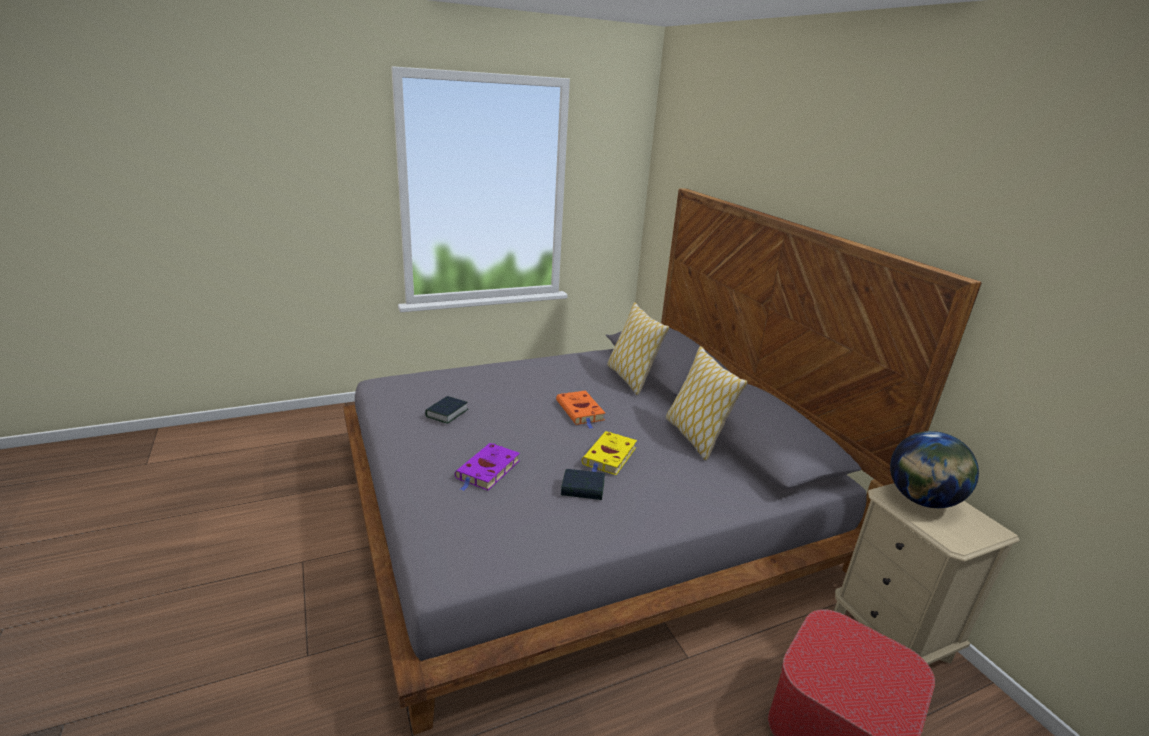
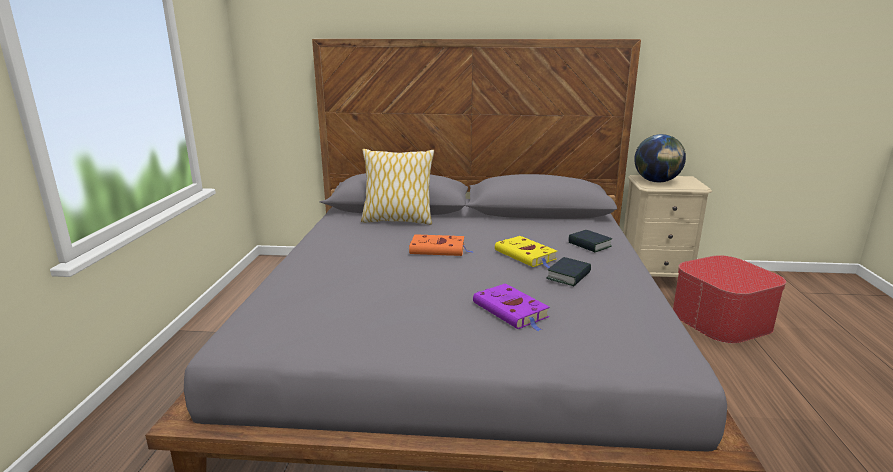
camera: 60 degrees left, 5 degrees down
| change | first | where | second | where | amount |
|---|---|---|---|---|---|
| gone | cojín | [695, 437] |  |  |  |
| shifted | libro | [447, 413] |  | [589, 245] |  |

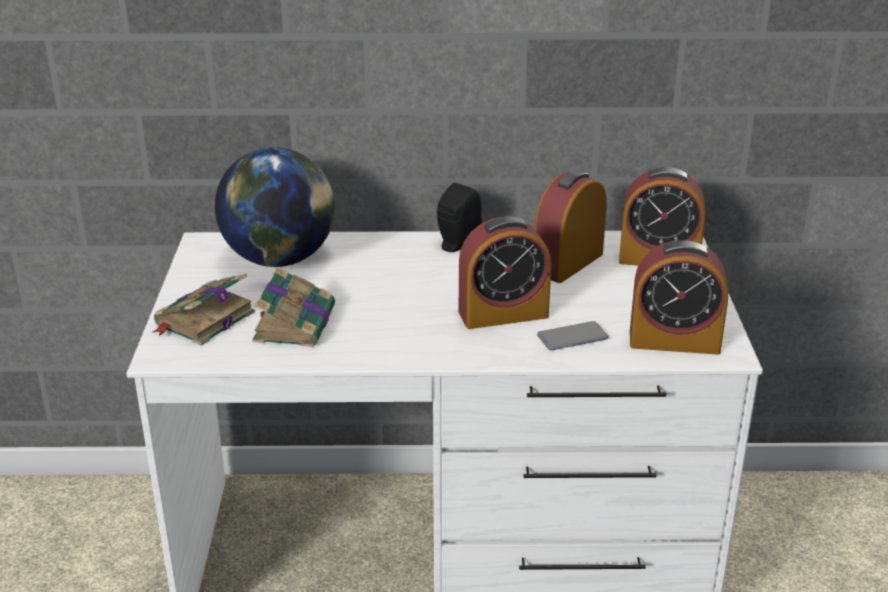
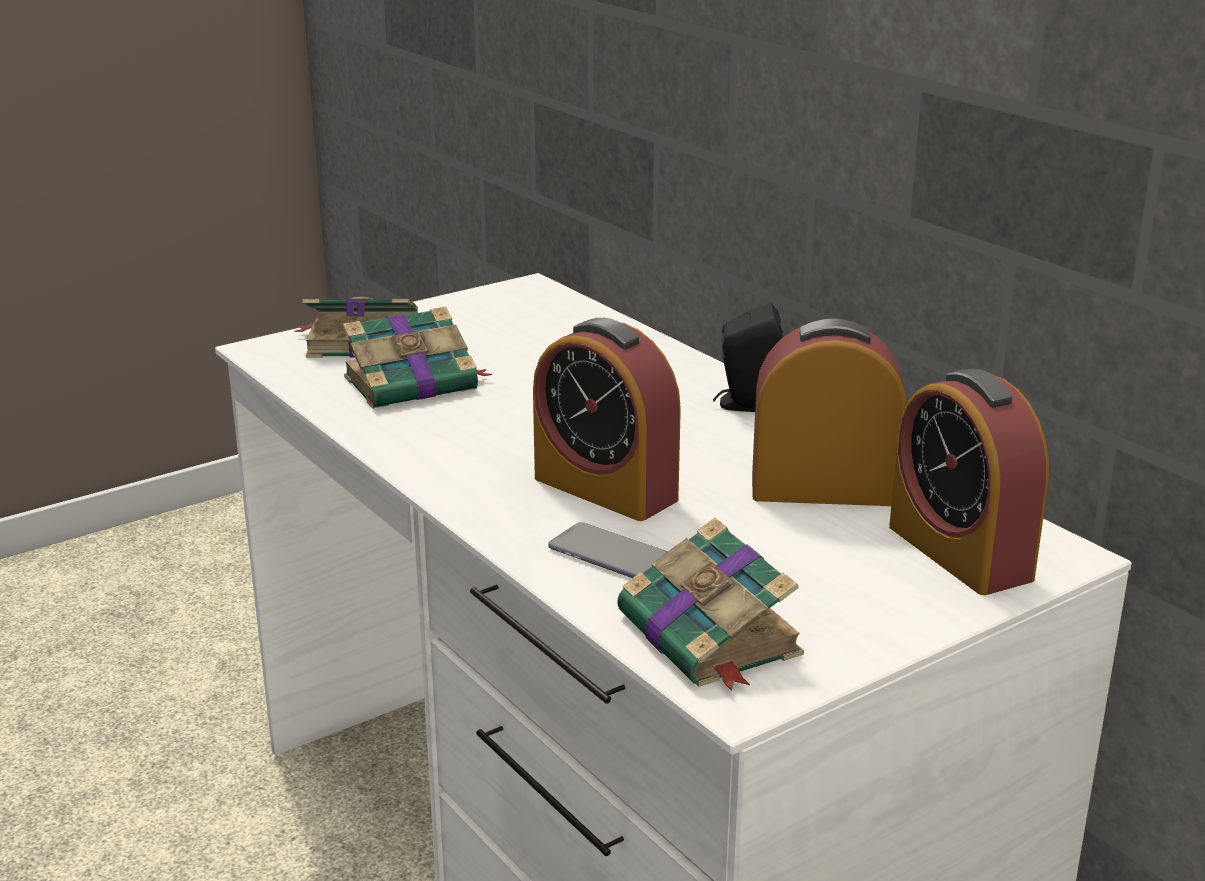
camera: 55 degrees right, 5 degrees down
| change | first | where | second | where | amount |
|---|---|---|---|---|---|
| gone | globo terráqueo | [280, 260] |  |  |  |
| swapped | despertador | [674, 341] | libro | [711, 636] |  |

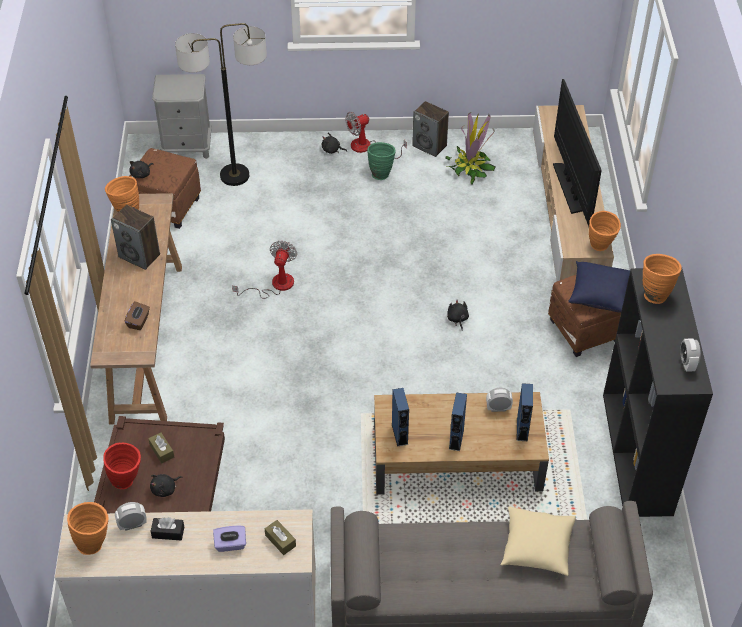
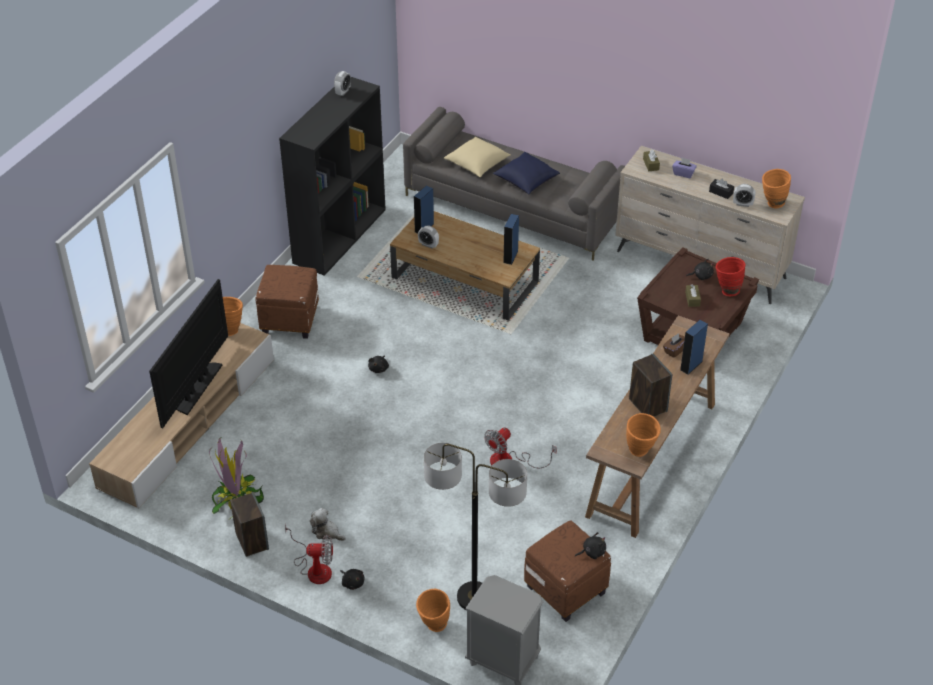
camera: 150 degrees left, 5 degrees down
| change | first | where | second | where | amount |
|---|---|---|---|---|---|
| swapped | florero (verde) | [380, 173] | peluche | [326, 532] |  |
| shifted | florero (naranja) | [654, 293] |  | [433, 627] |  |
| shifted | cojín (azul) | [600, 295] |  | [526, 181] |  |
| shifted | altavoz (azul) | [456, 439] |  | [691, 365] |  |

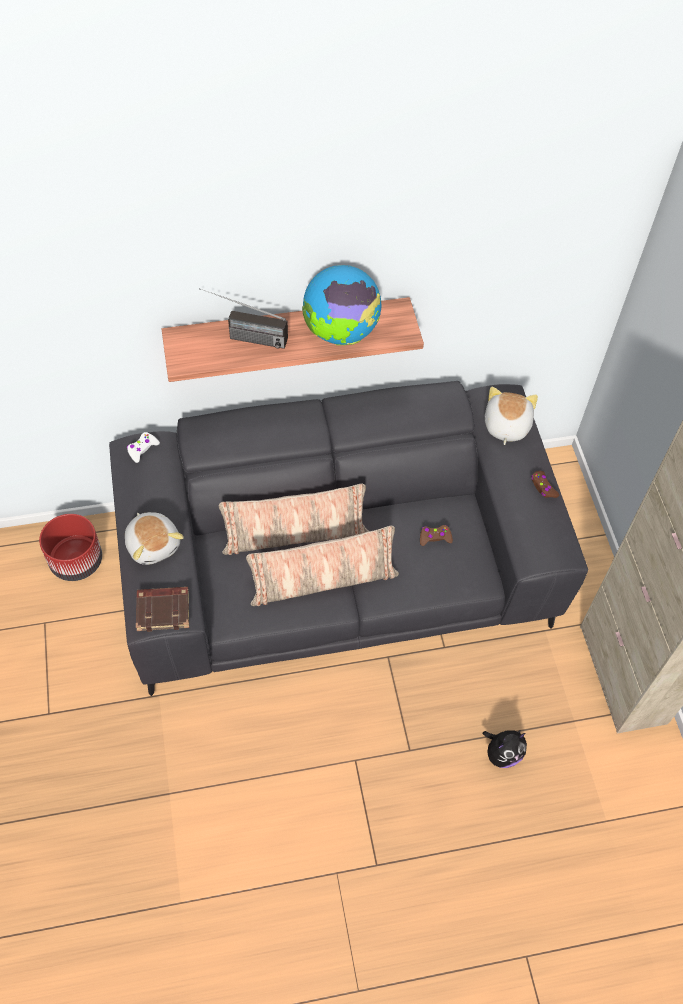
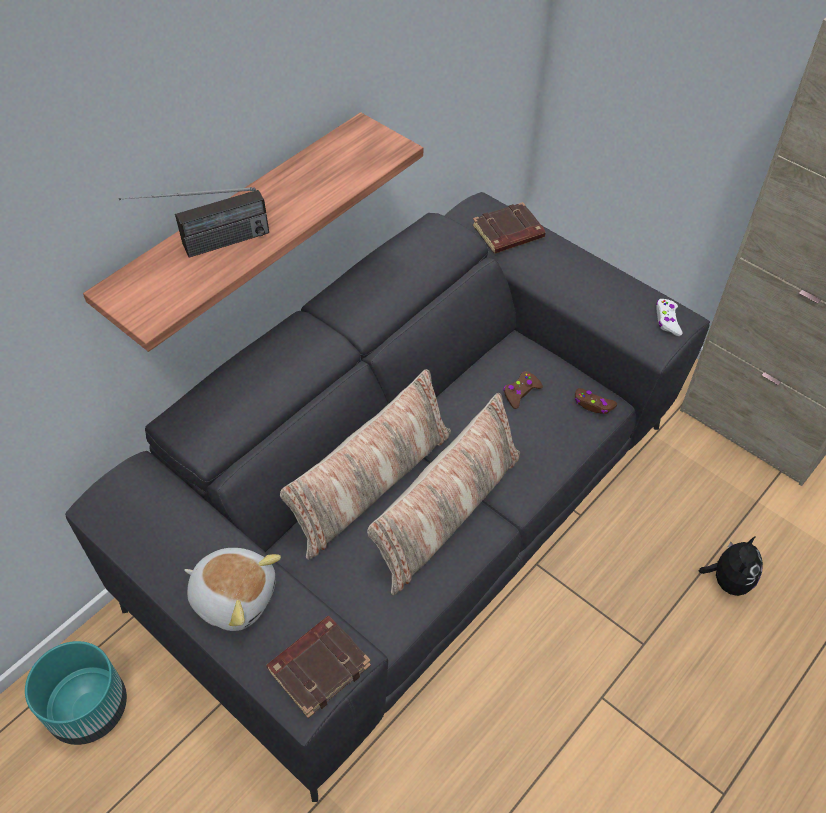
camera: 35 degrees left, 5 degrees down
| change | first | where | second | where | amount |
|---|---|---|---|---|---|
| gone | globo terráqueo | [341, 332] |  |  |  |
| swapped | peluche | [505, 426] | libro (marrón) | [508, 233] |  |
| shifted | mando de consola (blanco) | [142, 449] |  | [667, 320] |  |
| shifted | mando de consola (marrón) | [543, 487] |  | [593, 404] |  |
| repainted | maceta (rojo) | [76, 561] | maceta (turquesa) | [88, 708] |  |

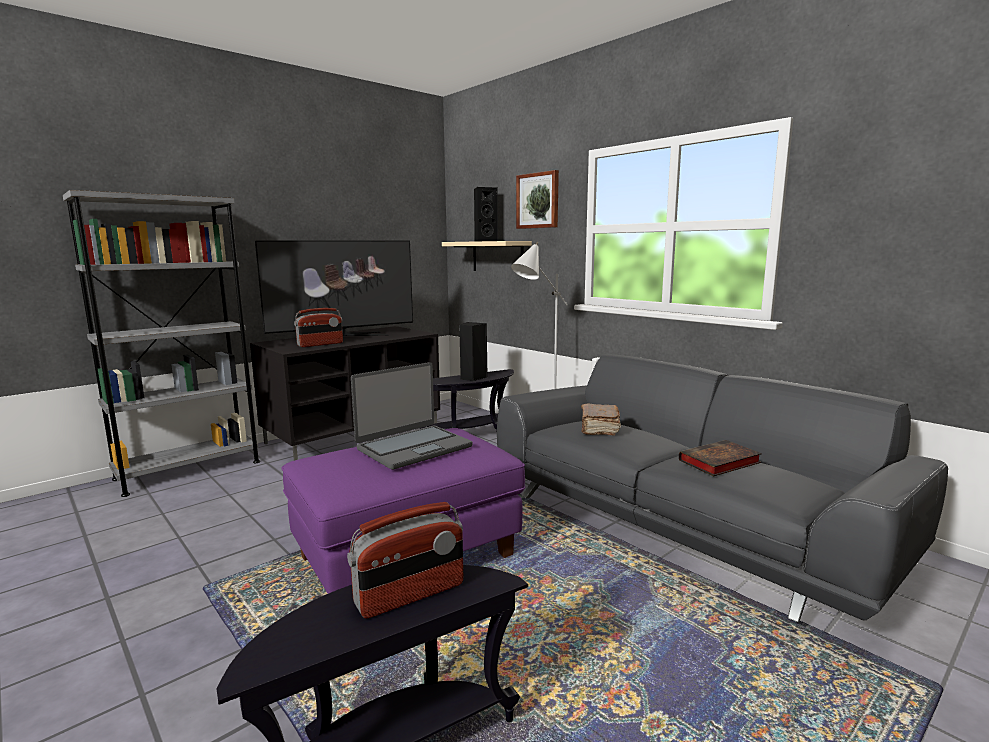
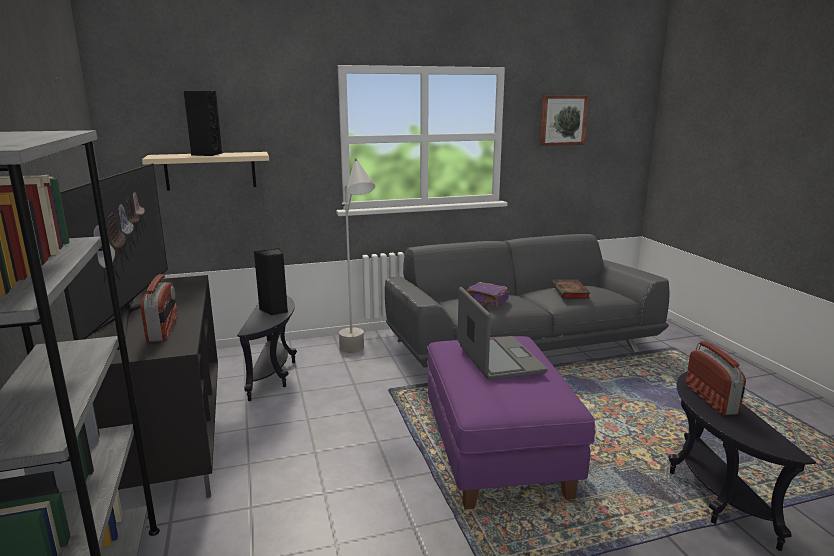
camera: 65 degrees left, 5 degrees up
| change | first | where | second | where | amount |
|---|---|---|---|---|---|
| shifted | cuadro | [538, 200] |  | [562, 120] |  |
| repainted | libro (marrón) | [599, 428] | libro (morado) | [487, 301] |  |

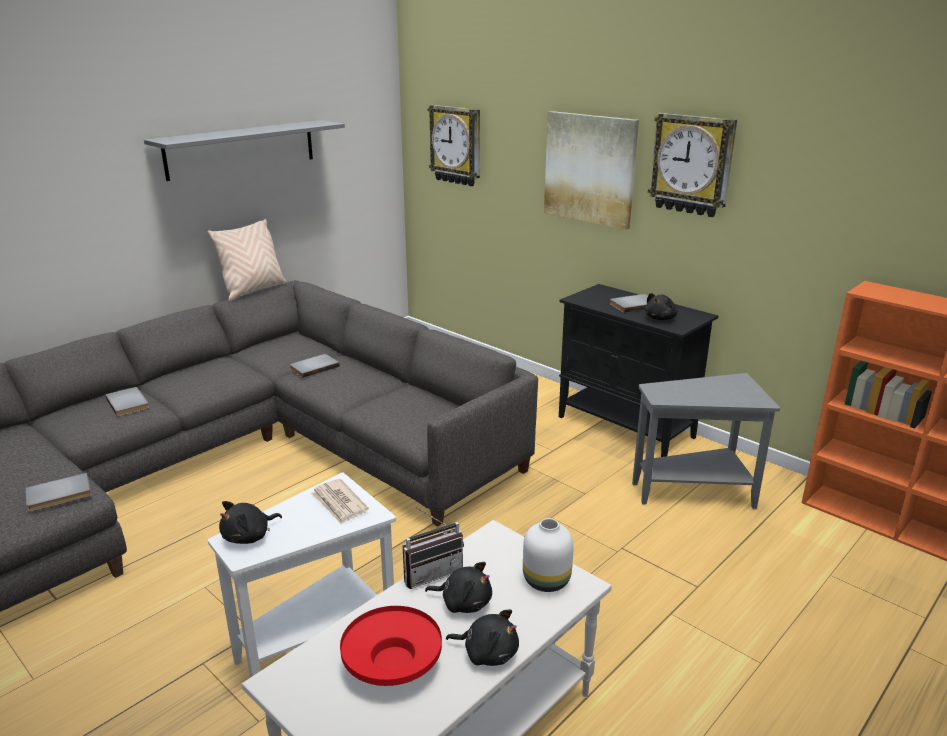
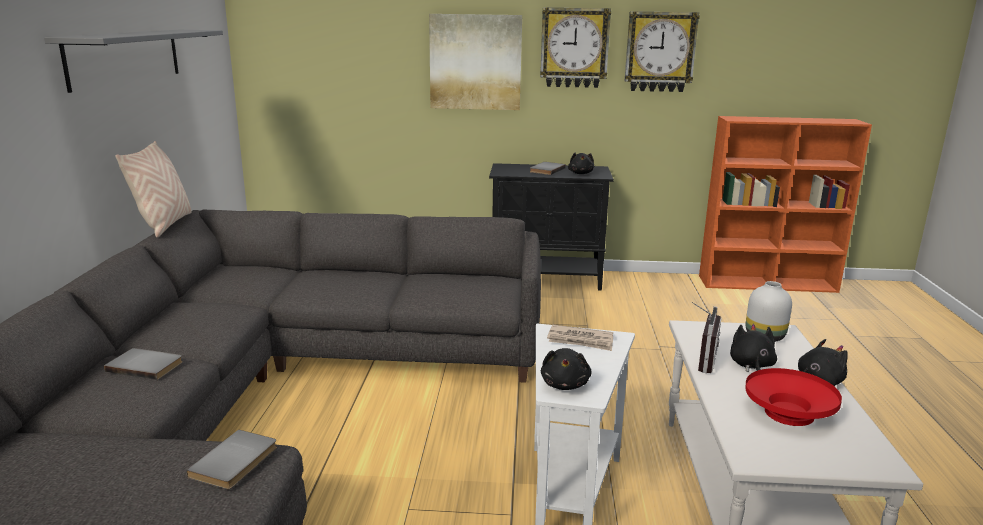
camera: 40 degrees left, 5 degrees down
| change | first | where | second | where | amount |
|---|---|---|---|---|---|
| shifted | reloj de pared | [456, 145] |  | [660, 52] |  |
| gone | libro (gris) | [313, 367] |  |  |  |
| gone | mesa auxiliar (gris) | [696, 491] |  |  |  |
| rotated | peluche (negro) | [463, 602] |  | [751, 366] | 60 degrees counterclockwise |

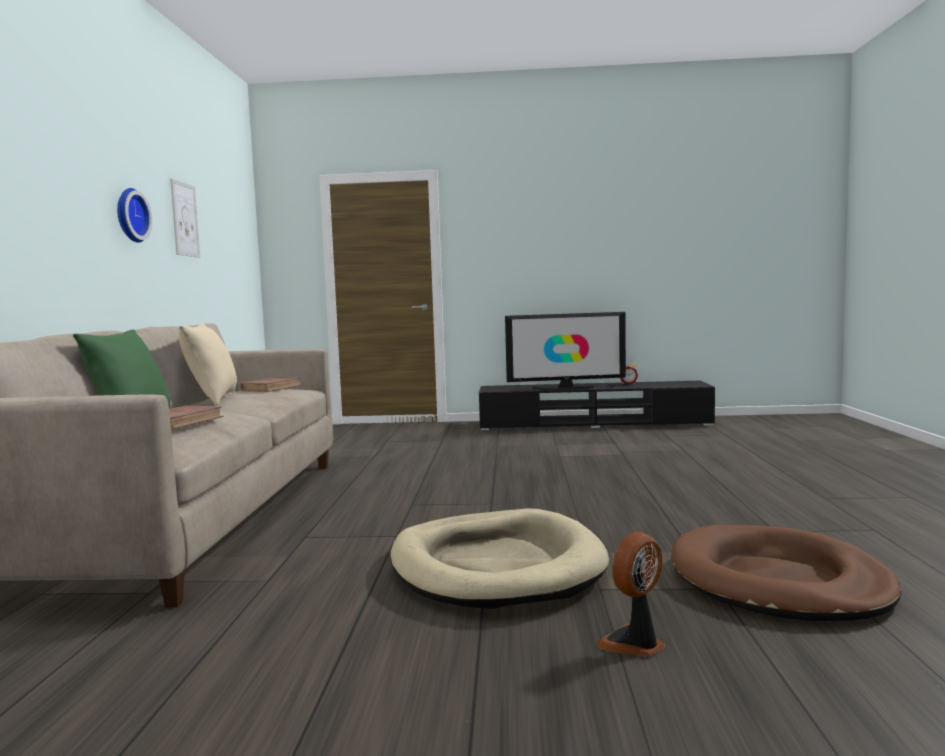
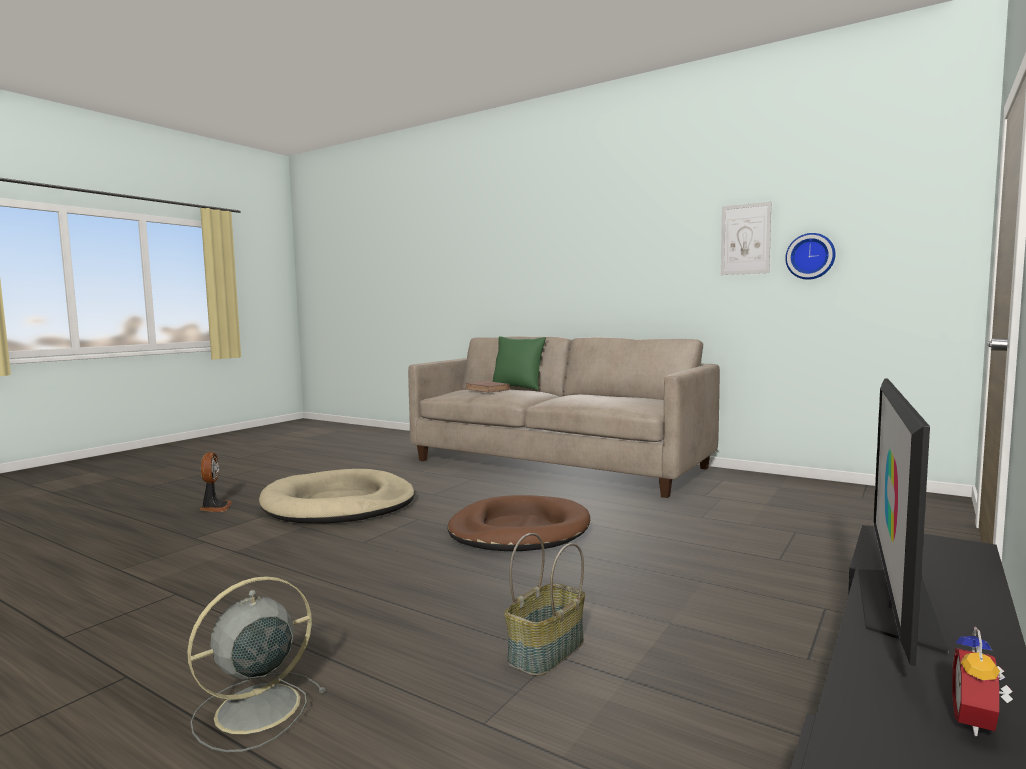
camera: 120 degrees right, 0 degrees up
| change | first | where | second | where | amount |
|---|---|---|---|---|---|
| shifted | reloj de pared | [129, 215] |  | [810, 256] |  |
| gone | cojín (beis) | [212, 399] |  |  |  |
| gone | libro (marrón) | [272, 388] |  |  |  |
| shifted | cama para perro (marrón) | [777, 581] |  | [519, 530] |  |
| new |  |  | cesta | [547, 652] |  |
| new |  |  | ventilador (gris) | [254, 710] |  |

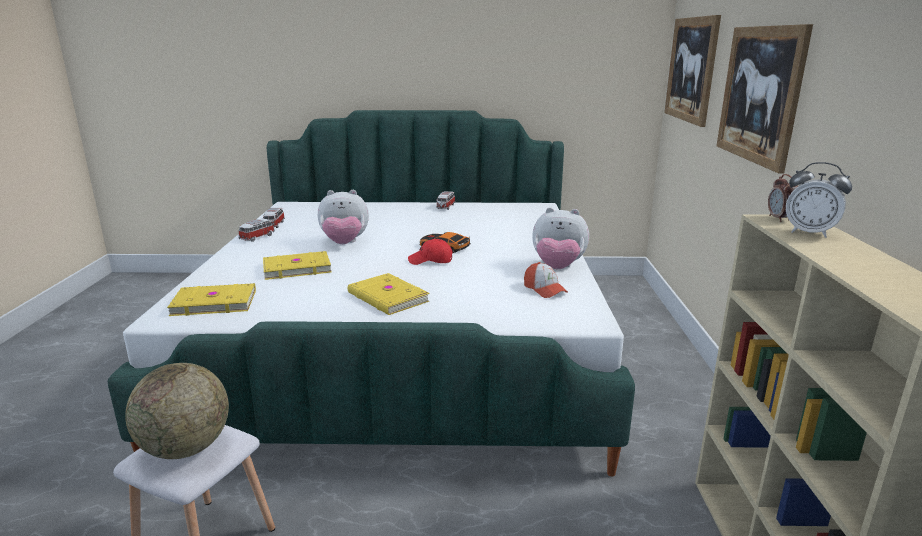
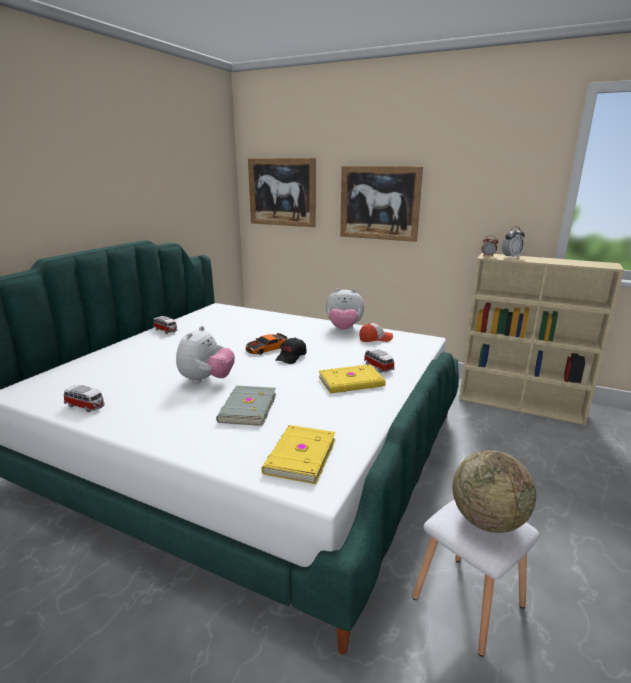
camera: 65 degrees left, 0 degrees up
| change | first | where | second | where | amount |
|---|---|---|---|---|---|
| rotated | peluche | [558, 268] |  | [344, 329] | 60 degrees clockwise |
| shifted | coche de juguete | [258, 237] |  | [378, 367] |  |
| repainted | gorra (rojo) | [430, 261] | gorra (negro) | [291, 357] |  |
| repainted | libro (amarillo) | [296, 268] | libro (gris) | [246, 408] |  |

